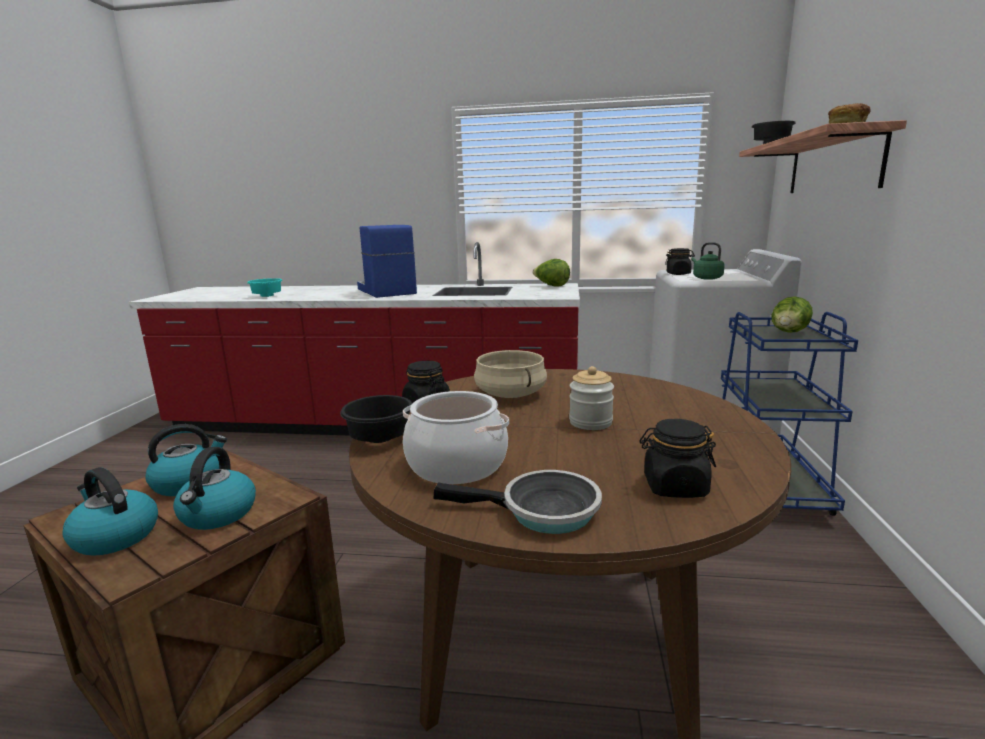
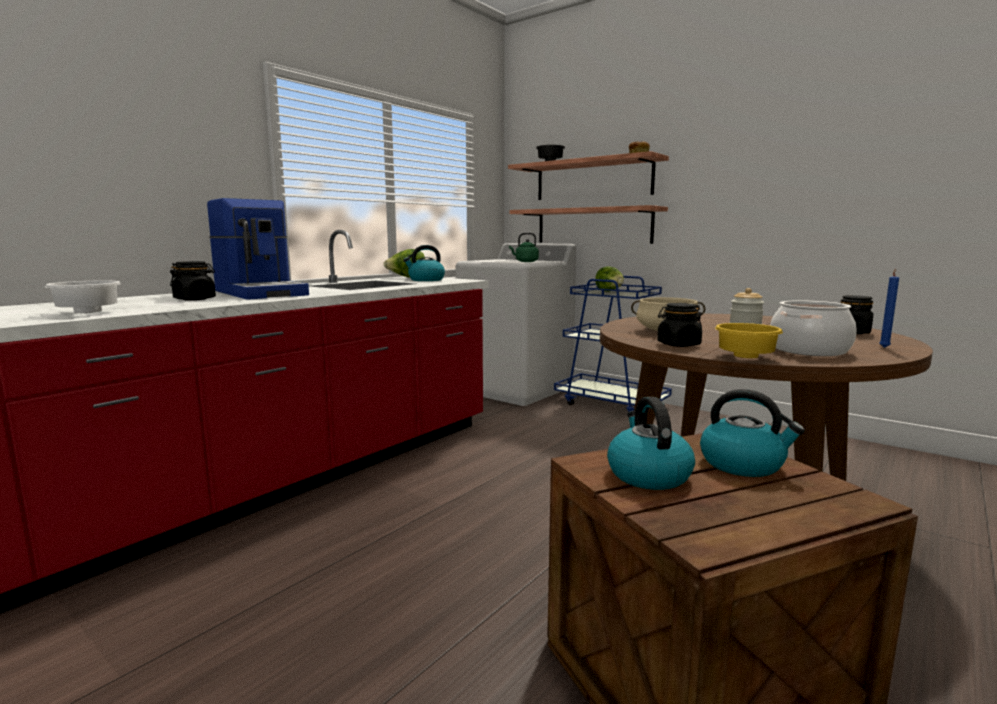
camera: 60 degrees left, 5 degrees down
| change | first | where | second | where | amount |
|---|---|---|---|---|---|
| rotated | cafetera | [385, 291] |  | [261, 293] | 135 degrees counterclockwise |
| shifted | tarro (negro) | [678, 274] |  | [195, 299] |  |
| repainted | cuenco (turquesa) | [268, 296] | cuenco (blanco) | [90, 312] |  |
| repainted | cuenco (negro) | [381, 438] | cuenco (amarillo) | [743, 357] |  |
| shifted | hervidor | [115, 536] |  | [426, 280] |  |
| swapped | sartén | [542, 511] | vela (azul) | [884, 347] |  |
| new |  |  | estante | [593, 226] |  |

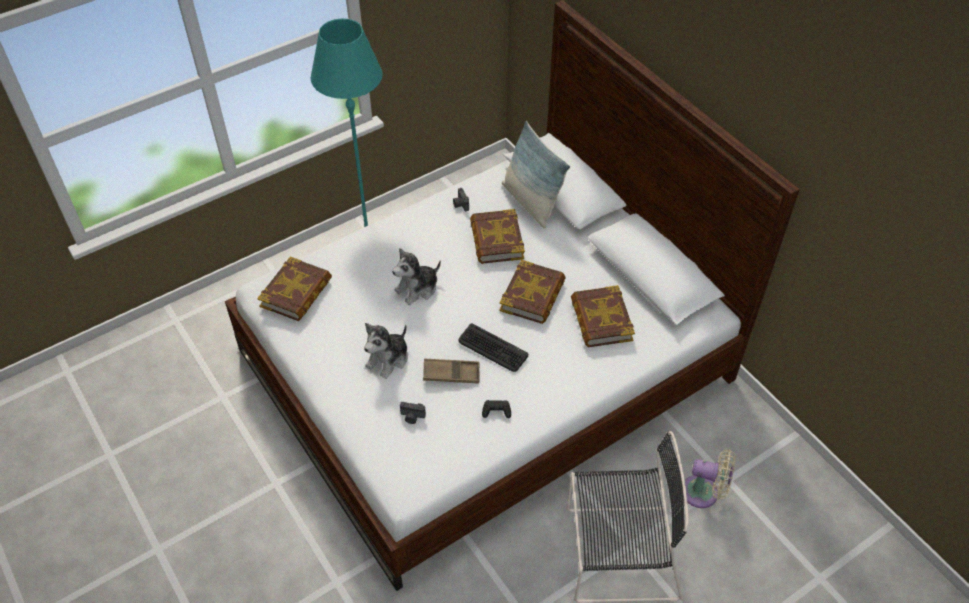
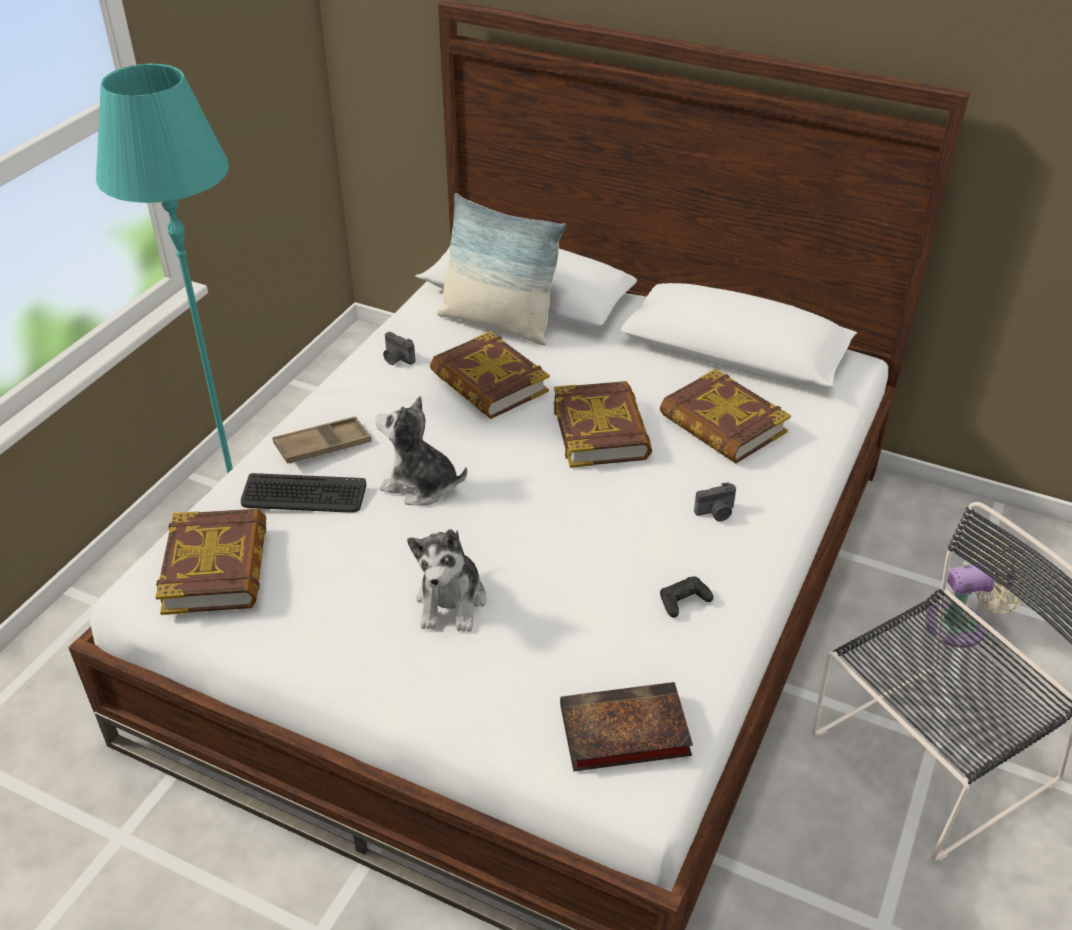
camera: 30 degrees left, 10 degrees down
| change | first | where | second | where | amount |
|---|---|---|---|---|---|
| rotated | peluche | [417, 289] |  | [420, 486] | 90 degrees clockwise |
| shifted | teclado | [492, 348] |  | [303, 495] |  |
| shifted | bandeja (marrón) | [451, 374] |  | [323, 446] |  |
| shifted | cámara | [412, 417] |  | [716, 513] |  |
| new |  |  | libro | [621, 733] |  |

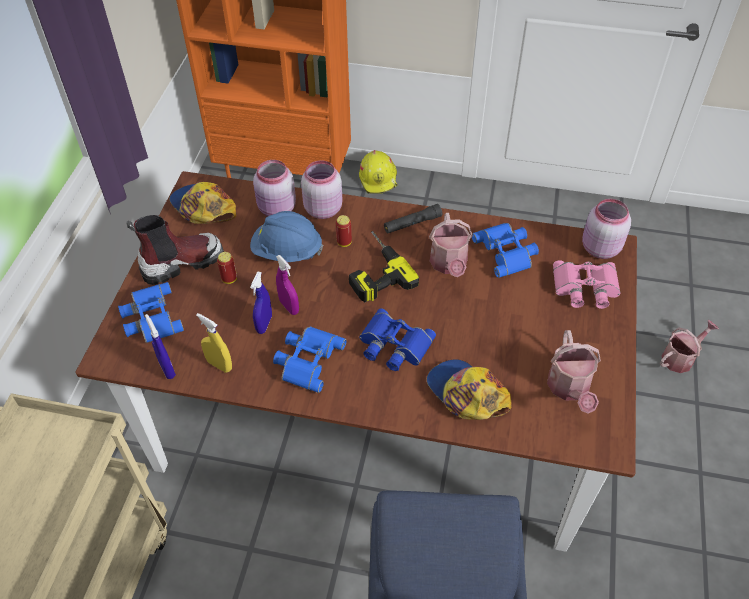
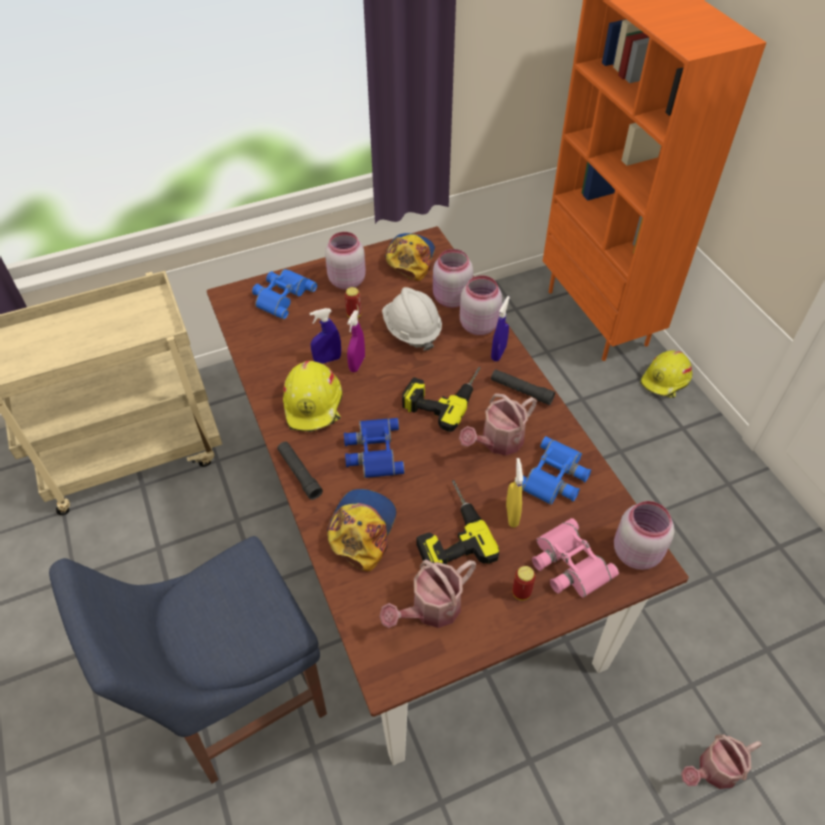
camera: 55 degrees right, 0 degrees up
| change | first | where | second | where | amount |
|---|---|---|---|---|---|
| repainted | casco (azul) | [287, 252] | casco (blanco) | [412, 330] |  |
| swapped | bota | [181, 262] | tarro (rosa) | [346, 280] |  |
| shifted | lata | [344, 242] |  | [521, 592] |  |
| shifted | pulverizador (amarillo) | [219, 365] |  | [512, 515] |  |
| shifted | pulverizador (azul) | [167, 369] |  | [498, 353] |  |
| rotated | regadera | [680, 357] |  | [713, 770] | 135 degrees clockwise |
| swapped | prismáticos (azul) | [307, 359] | casco (amarillo) | [314, 405] |  |
| new |  |  | linterna (negro) | [299, 473] |  |
| new |  |  | taladro | [448, 531] |  |

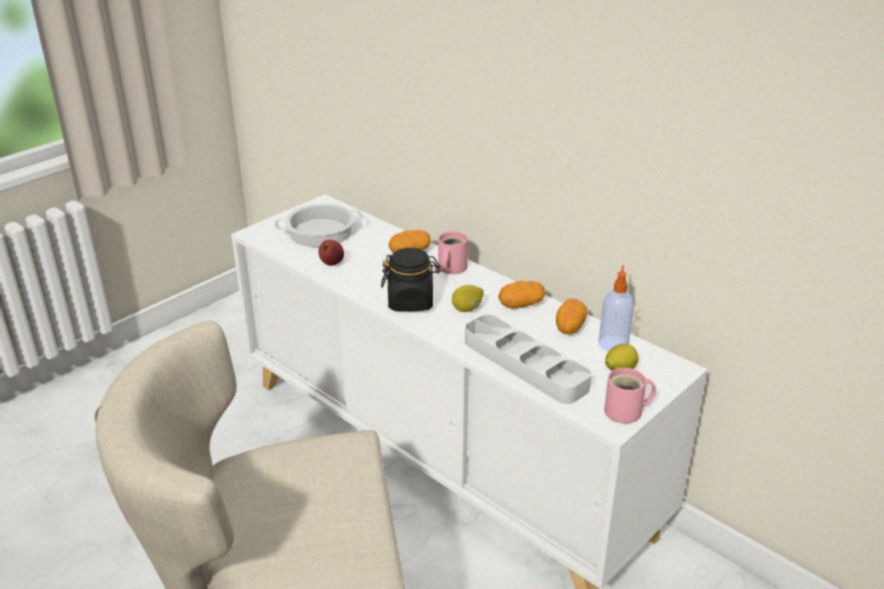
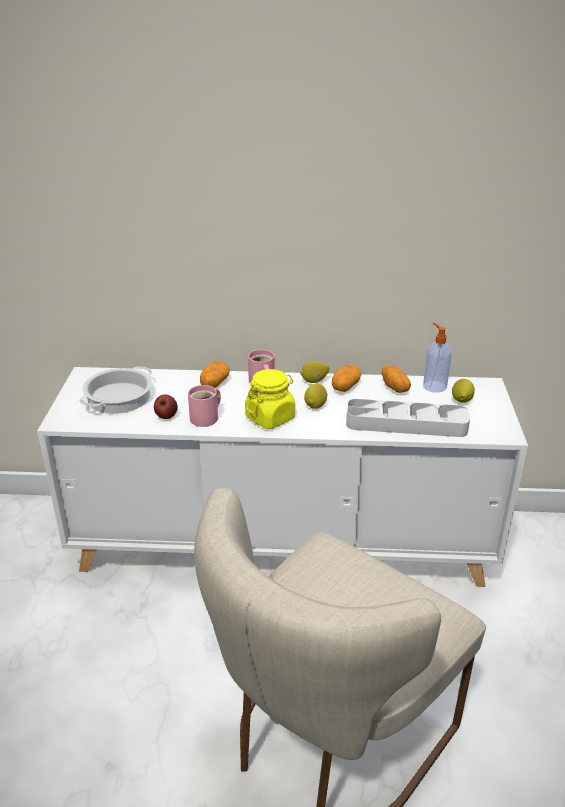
camera: 40 degrees left, 0 degrees up
| change | first | where | second | where | amount |
|---|---|---|---|---|---|
| repainted | tarro (negro) | [411, 301] | tarro (amarillo) | [270, 417] |  |
| shifted | taza grande (rosa) | [627, 412] |  | [207, 418] |  |
| new |  |  | limón | [314, 381] |  |

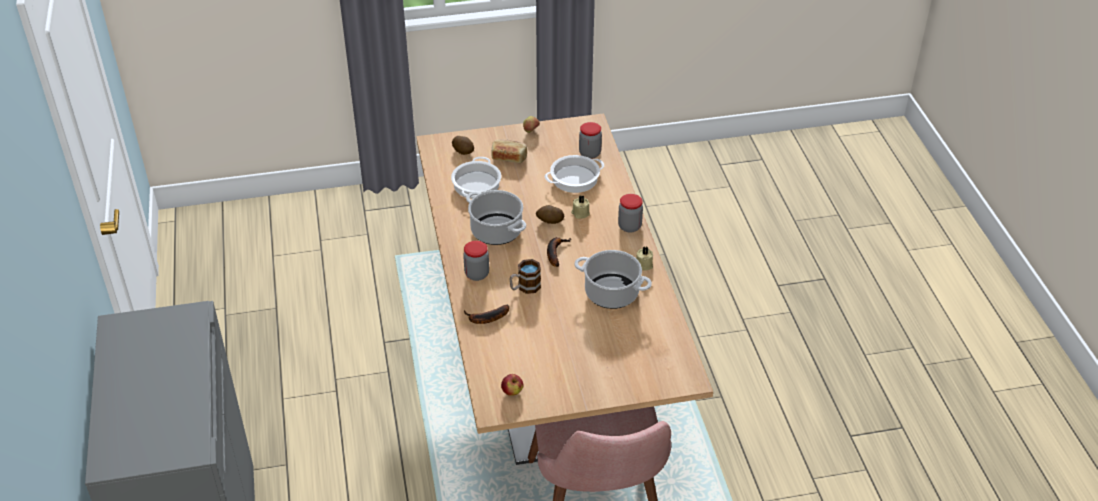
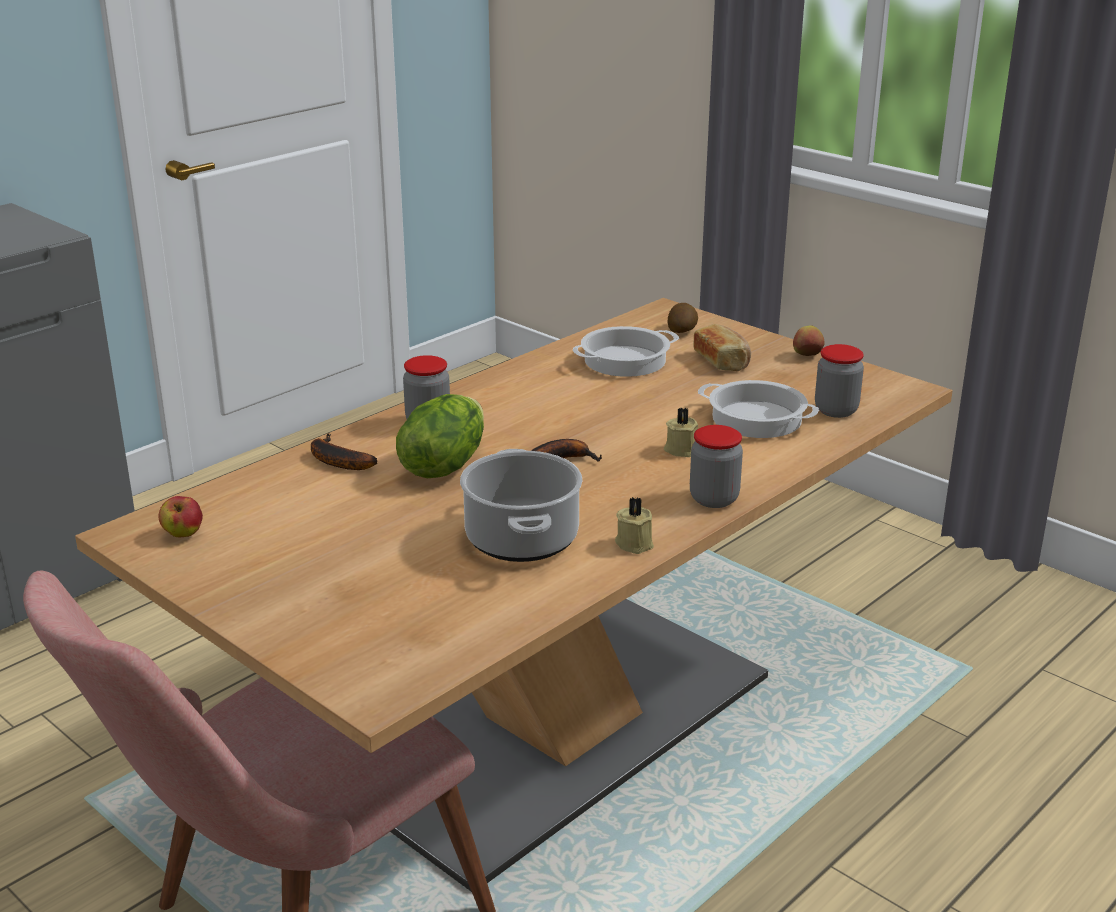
camera: 55 degrees right, 15 degrees down
| change | first | where | second | where | amount |
|---|---|---|---|---|---|
| gone | olla | [495, 231] |  |  |  |
| gone | patata | [550, 221] |  |  |  |
| swapped | taza grande | [525, 287] | lechuga | [443, 465] |  |

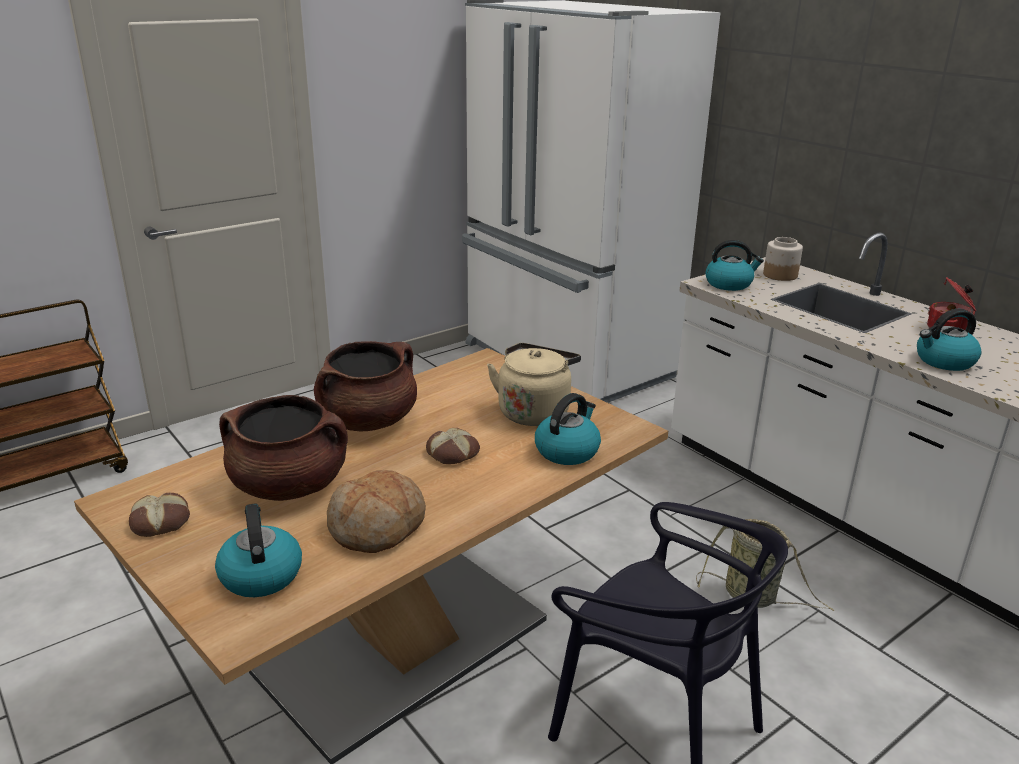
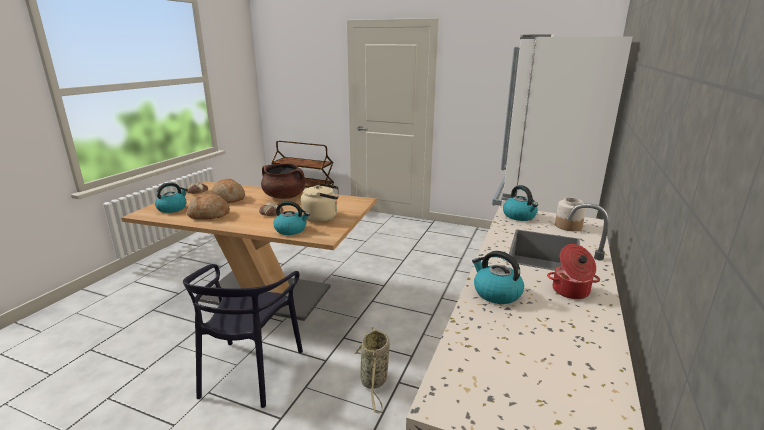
camera: 60 degrees right, 5 degrees down
| change | first | where | second | where | amount |
|---|---|---|---|---|---|
| swapped | olla (marrón) | [290, 486] | pan | [228, 199] |  |

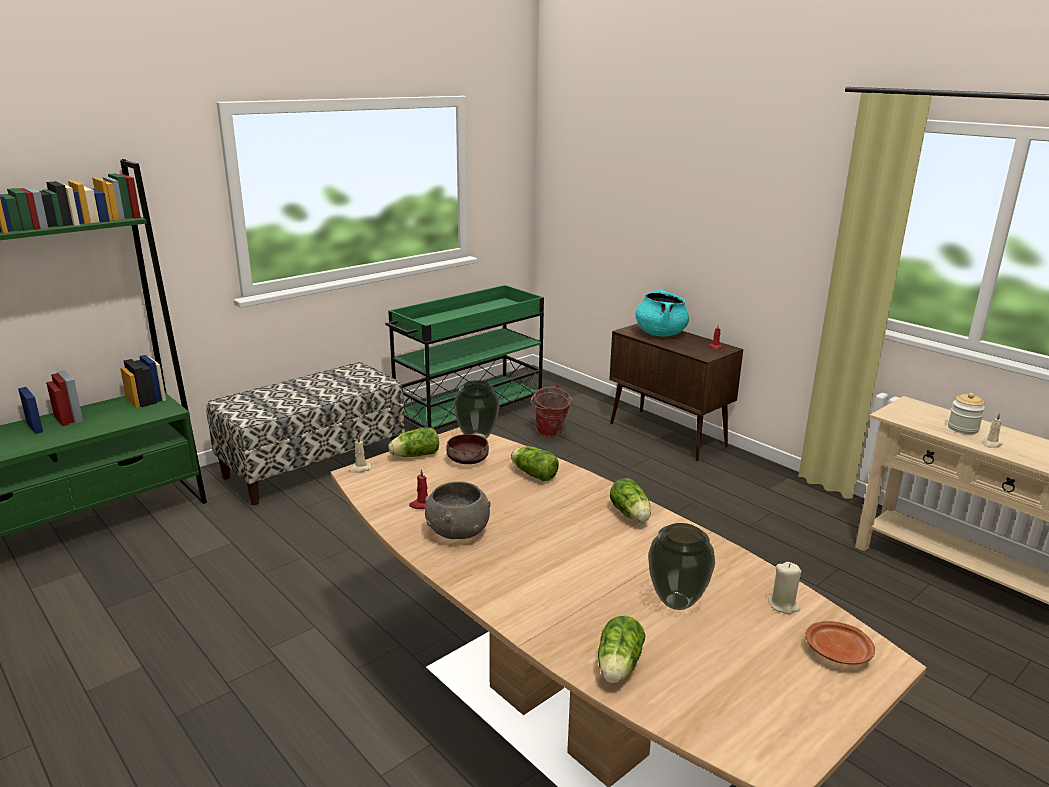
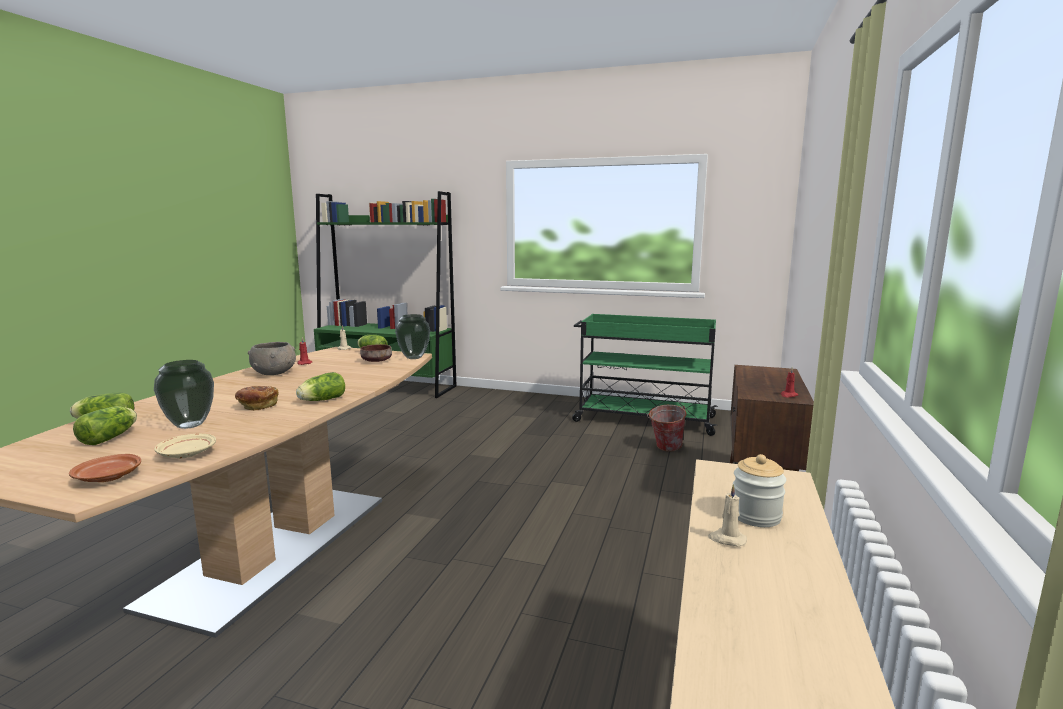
camera: 60 degrees right, 10 degrees down
| change | first | where | second | where | amount |
|---|---|---|---|---|---|
| gone | olla (turquesa) | [660, 333] |  |  |  |
| gone | banco | [314, 465] |  |  |  |
| shifted | lechuga | [532, 474] |  | [111, 437] |  |
| swapped | vela (beis) | [783, 605] | plato (beis) | [187, 454] |  |
| new |  |  | pan | [257, 406] |  |

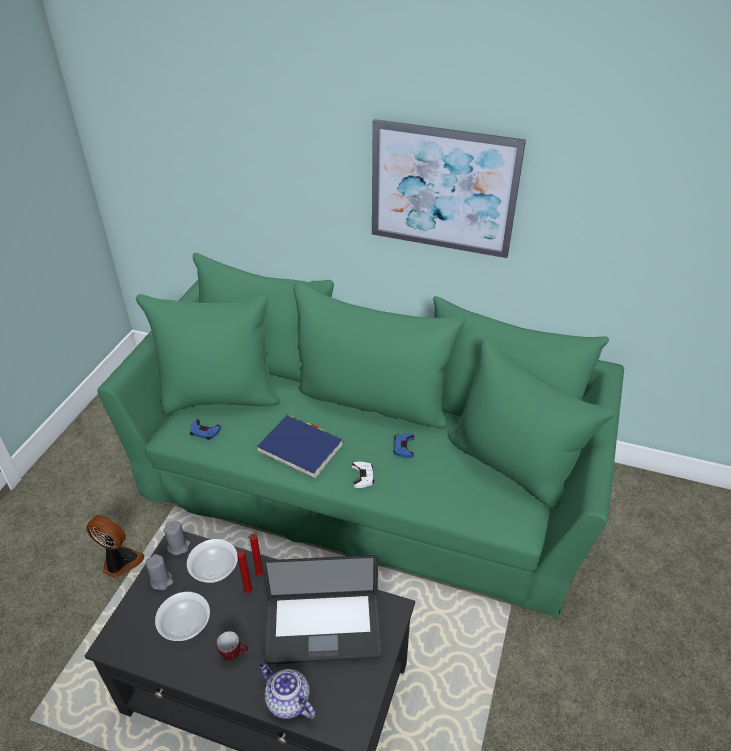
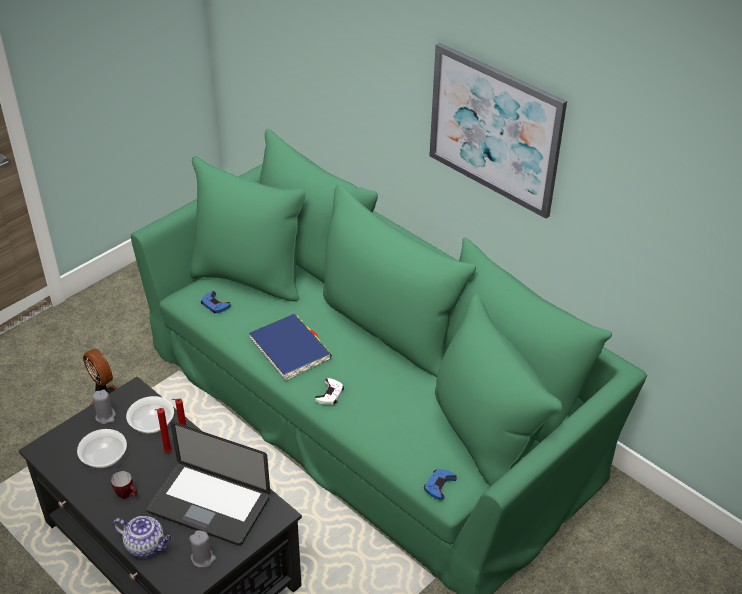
camera: 25 degrees right, 0 degrees up
| change | first | where | second | where | amount |
|---|---|---|---|---|---|
| shifted | mando de consola (azul) | [403, 447] |  | [439, 485] |  |
| shifted | vela (gris) | [178, 546] |  | [203, 558] |  |
| rotated | tetera | [287, 701] |  | [146, 545] | 135 degrees clockwise |

